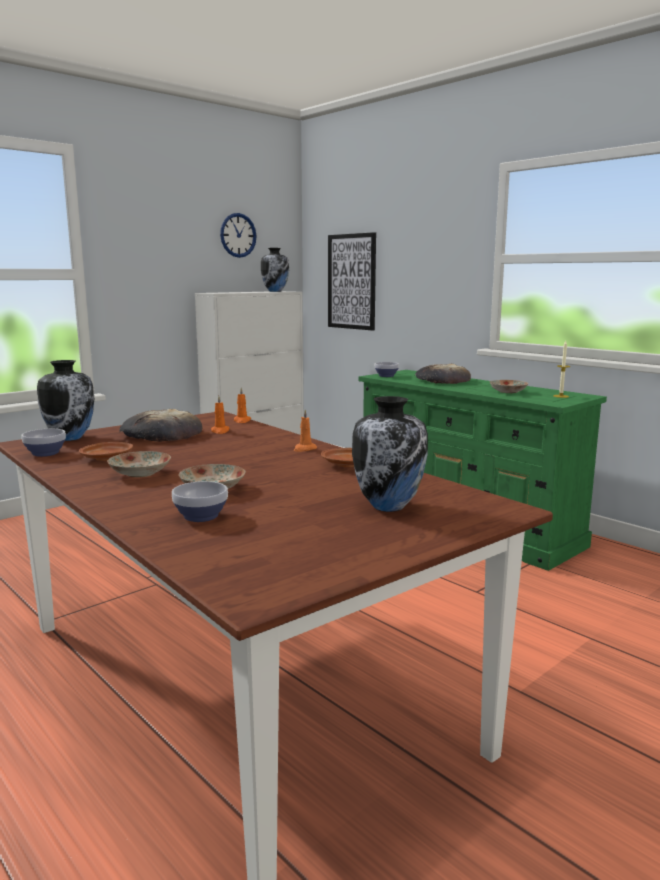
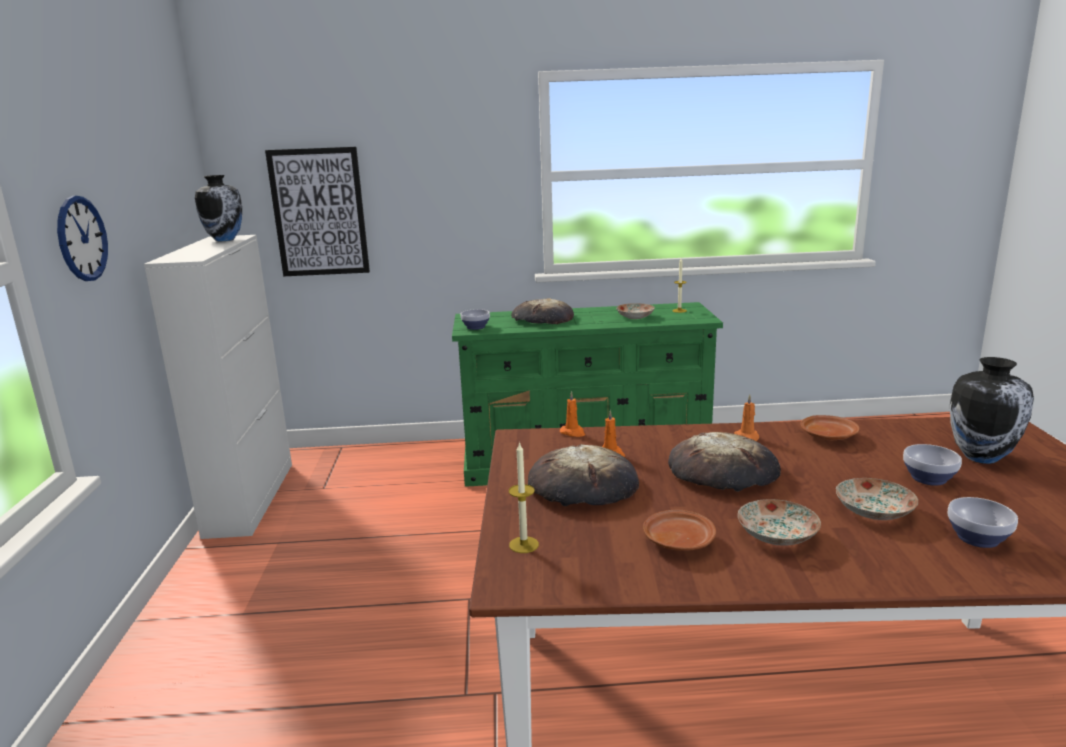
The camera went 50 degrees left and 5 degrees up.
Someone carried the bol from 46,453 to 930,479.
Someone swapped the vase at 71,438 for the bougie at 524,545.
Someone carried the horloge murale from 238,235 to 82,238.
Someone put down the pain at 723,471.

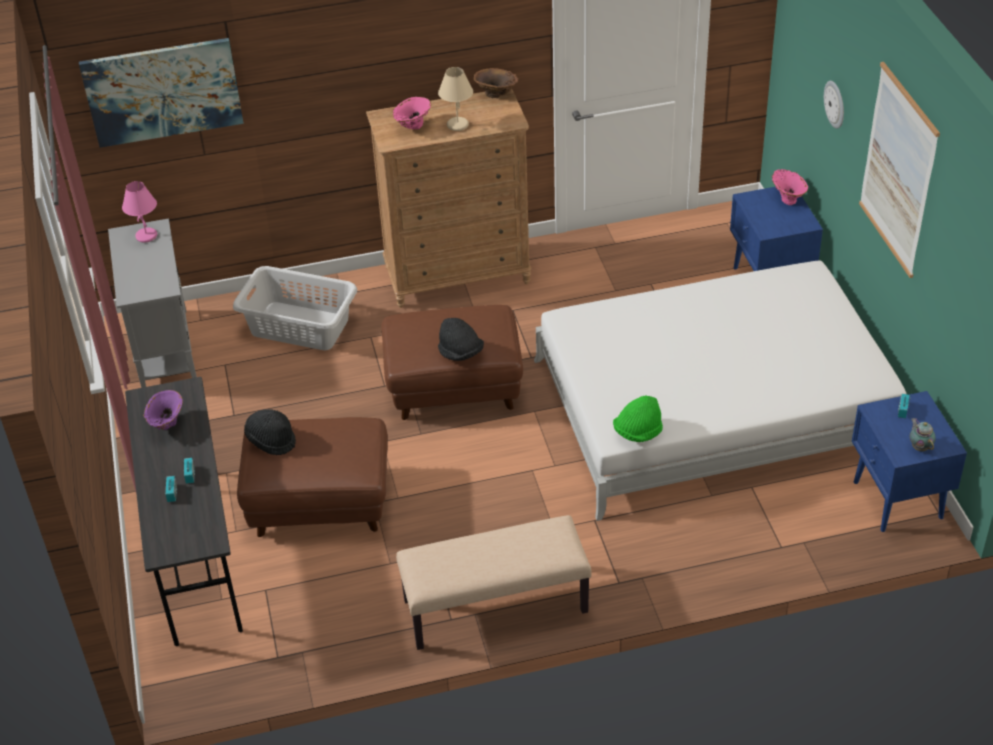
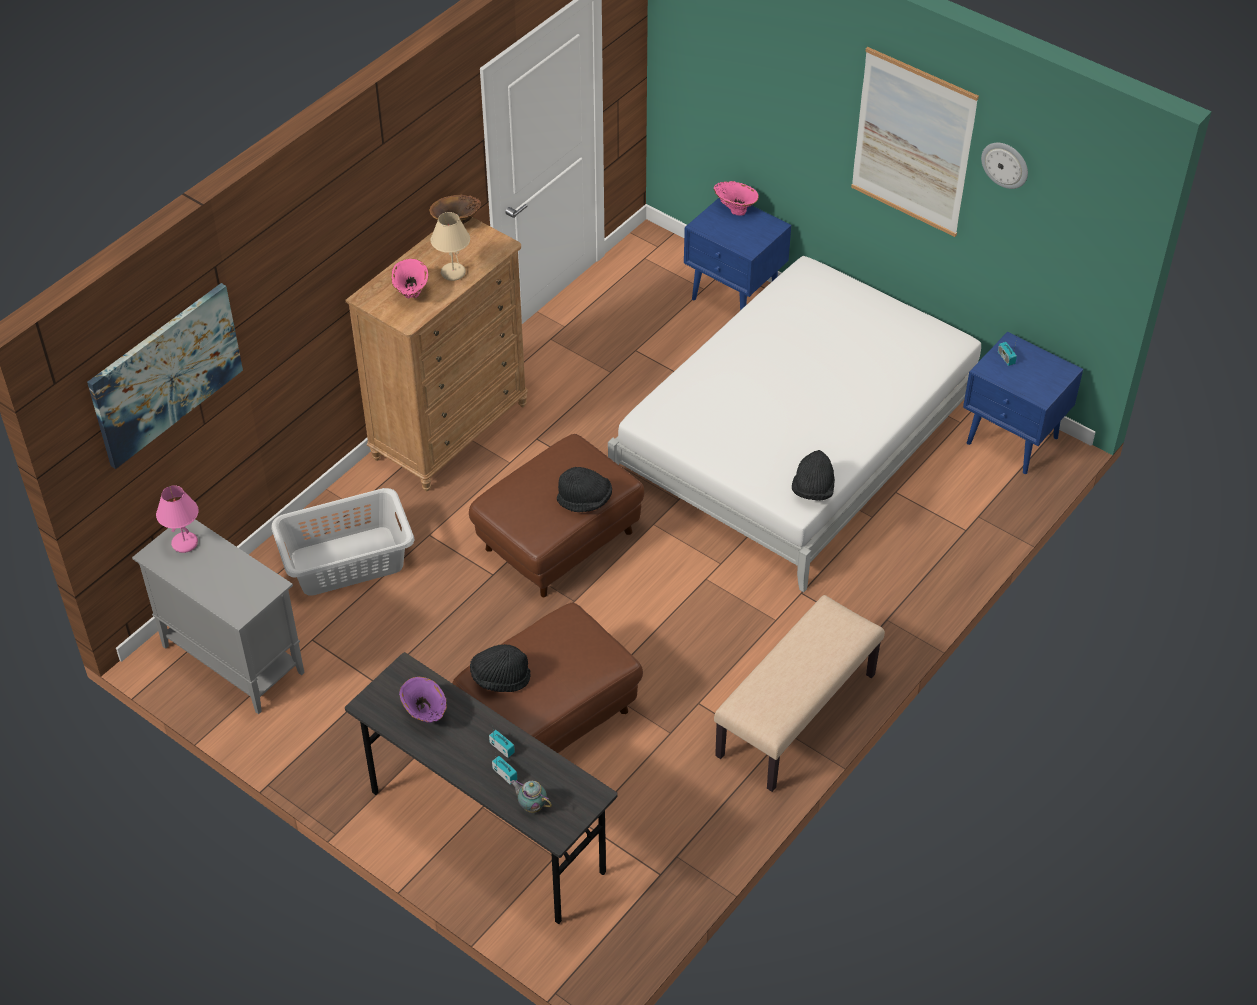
The camera went 40 degrees left and 5 degrees up.
Someone repainted the chapeau/vert at 638,432, which became the chapeau/noir at 813,490.
Someone carried the horloge murale from 835,104 to 1005,164.
Someone carried the théière from 919,446 to 531,805.

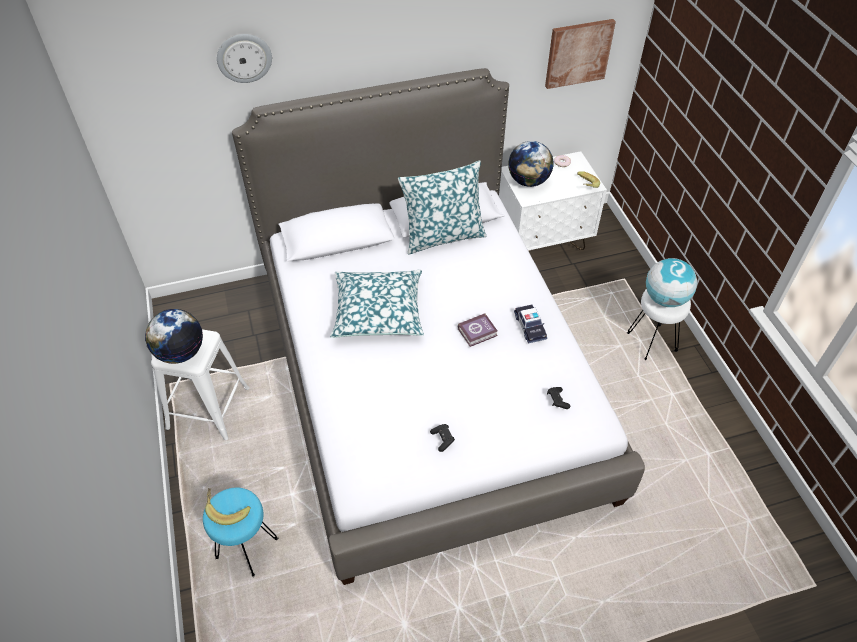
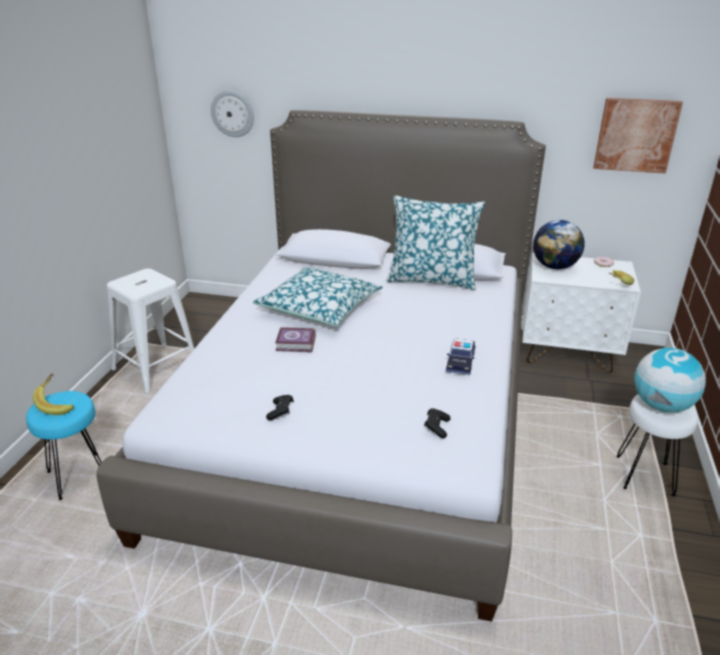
The camera went 30 degrees right and 20 degrees down.
Someone took away the globe at 180,352.
Someone carried the horloge murale from 244,57 to 233,113.
Someone carried the livre from 478,332 to 296,344.

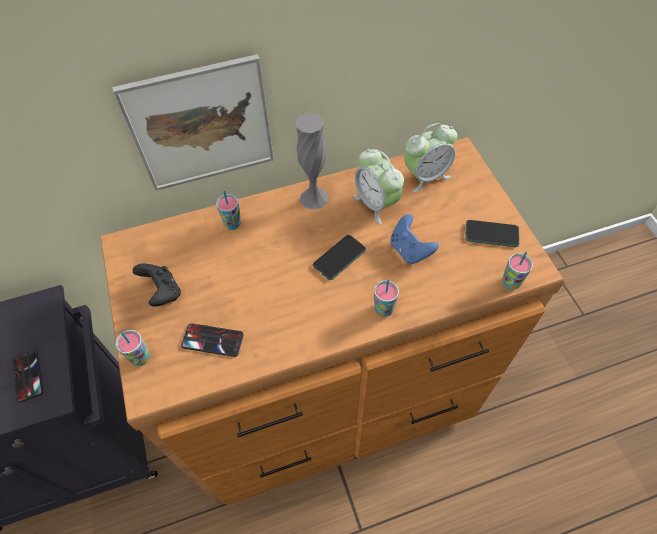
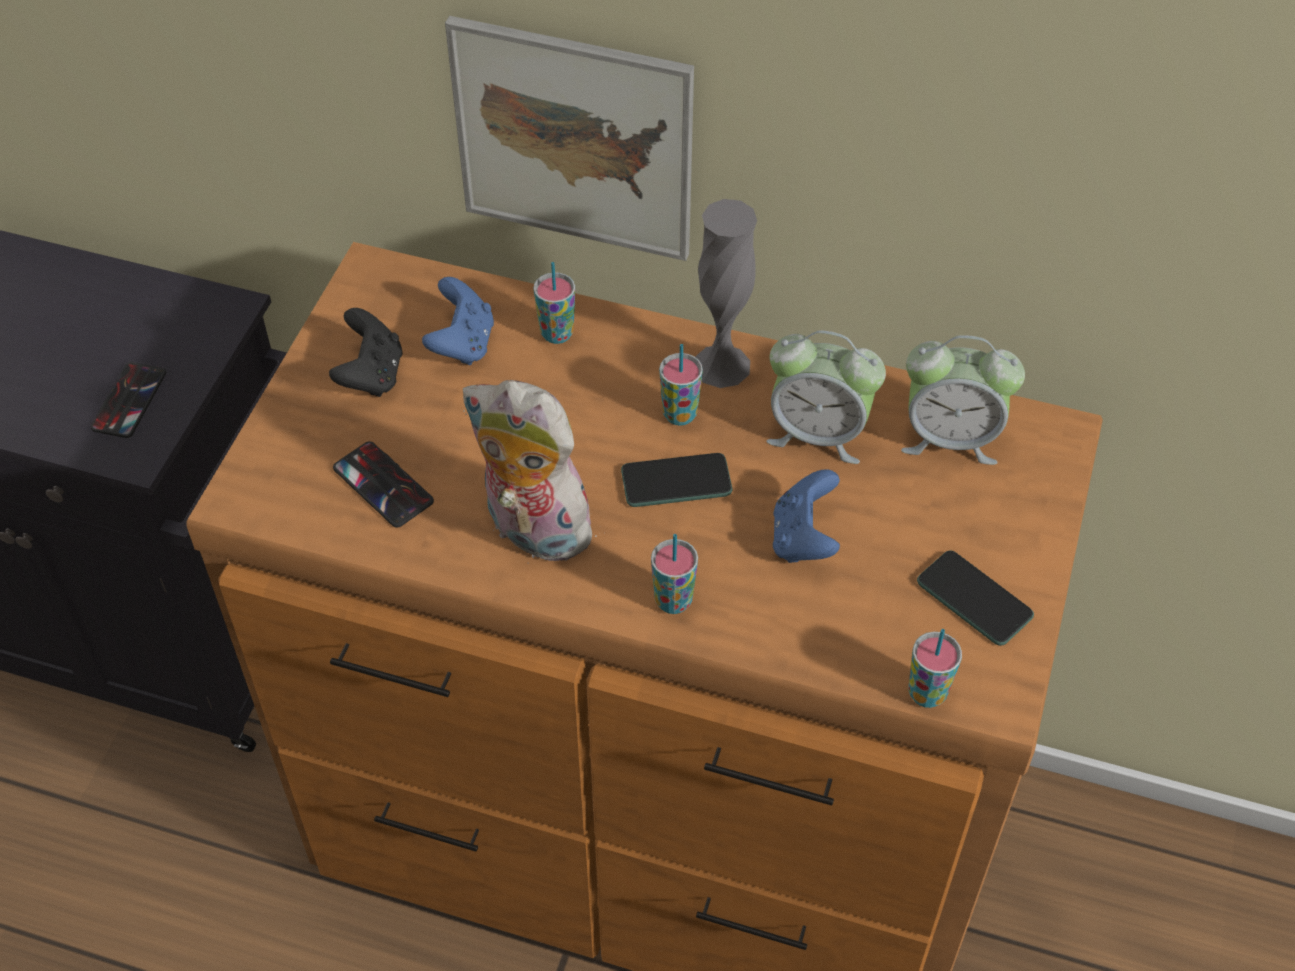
The camera went 35 degrees right and 5 degrees down.
Someone carried the tasse from 141,358 to 679,414.
Someone rotated the réveil at 376,203 by 75 degrees counterclockwise.
Someone put down the manette/bleu at 462,343.
Someone put down the peluche at 531,530.

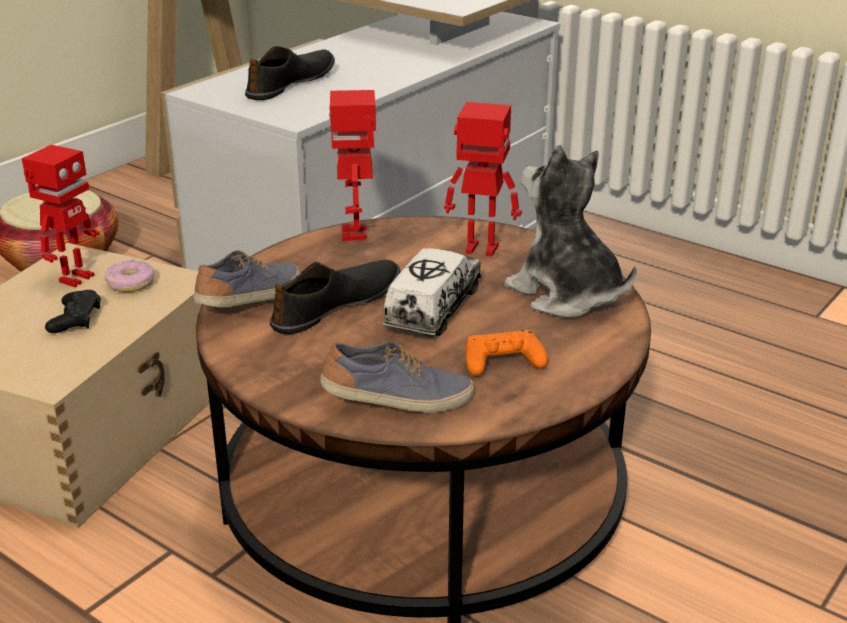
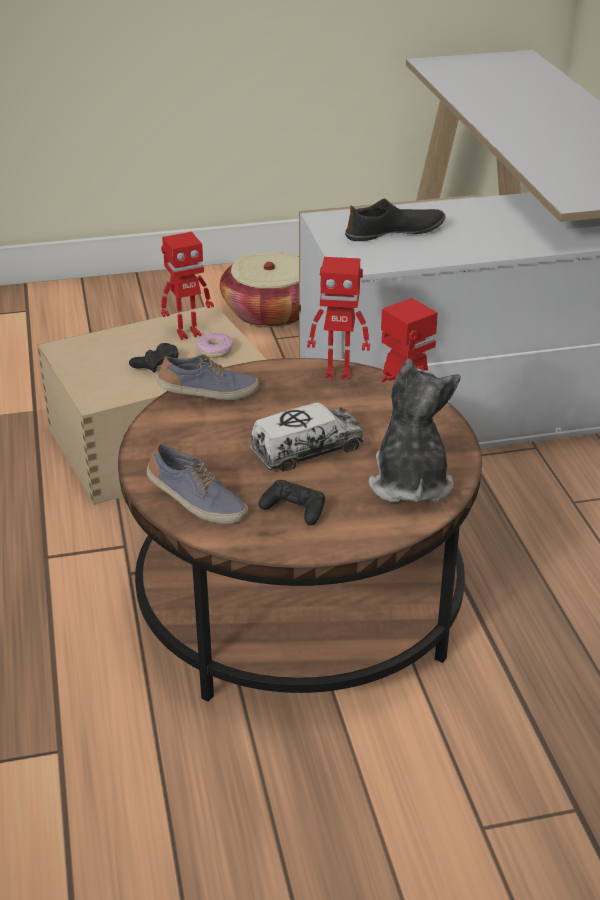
The camera went 40 degrees right and 5 degrees up.
Someone took away the chaussure/noir at 337,306.
Someone rotated the robot jouet at 356,234 by 120 degrees counterclockwise.
Someone repainted the manette/orange at 503,362, which became the manette/noir at 294,508.

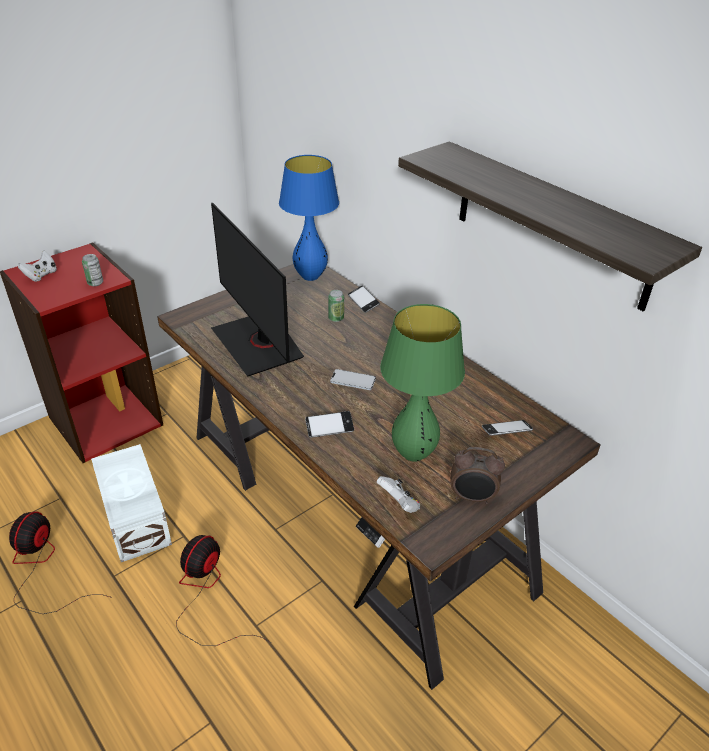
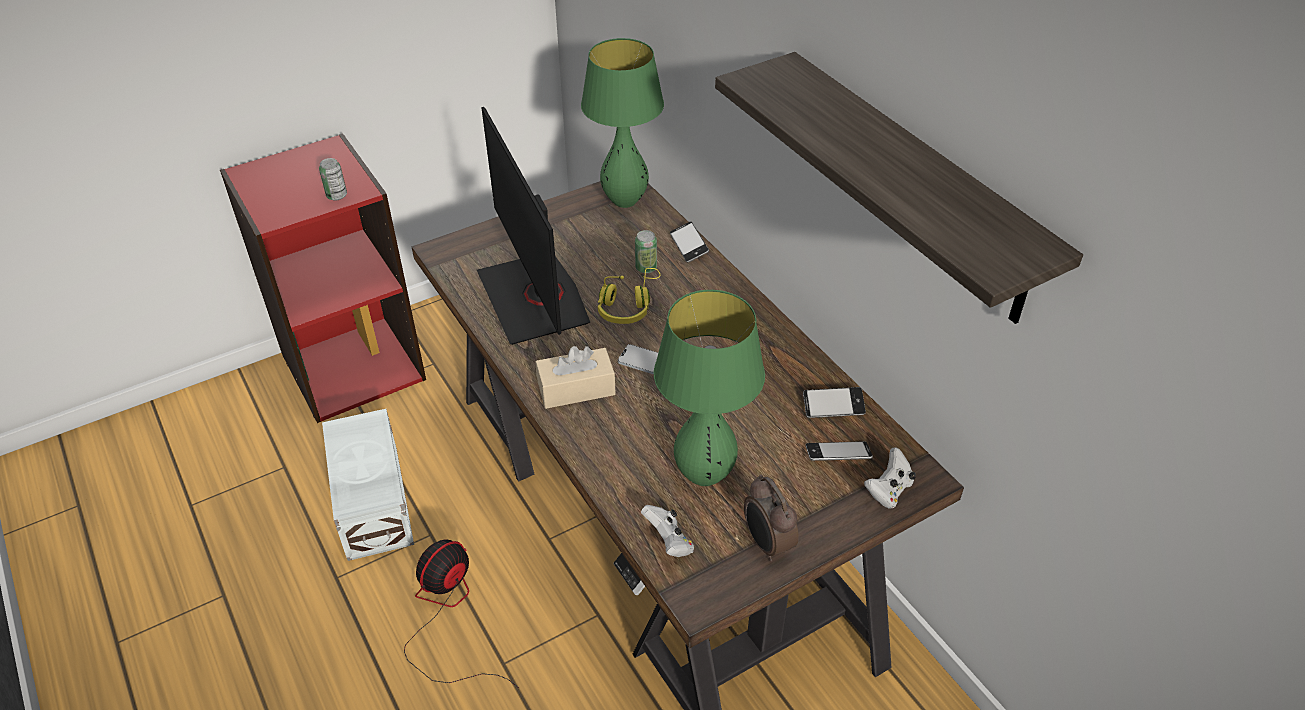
The camera went 10 degrees right and 5 degrees up.
Someone took away the ventilateur at 43,568.
Someone carried the manette/blanc from 41,275 to 888,490.
Someone repainted the lampe de table/bleu at 310,276, which became the lampe de table/vert at 625,201.
Someone carried the téléphone from 329,427 to 833,406.
Someone rotated the réveil at 472,497 by 45 degrees clockwise.
Someone put down the boîte à mouchoirs/beige at 576,389.
Someone put down the casque audio/jaune at 628,305.

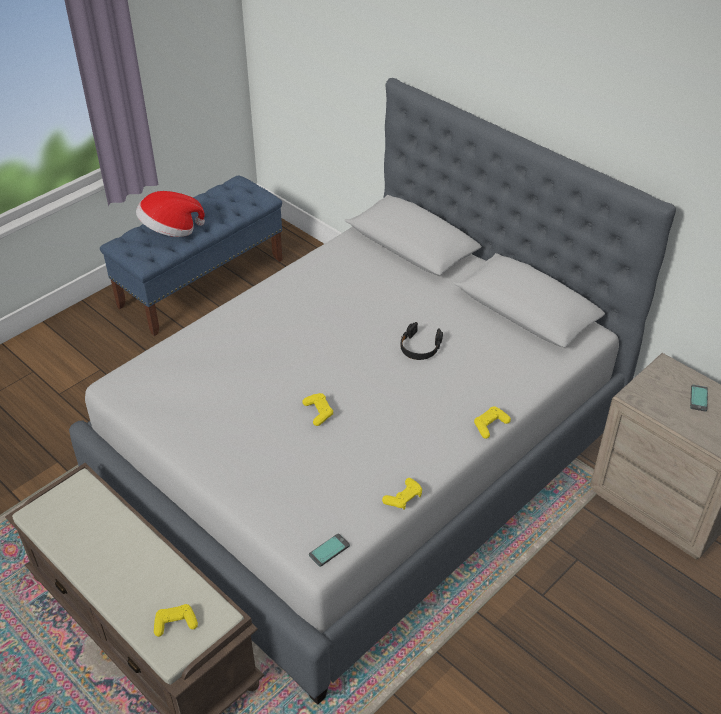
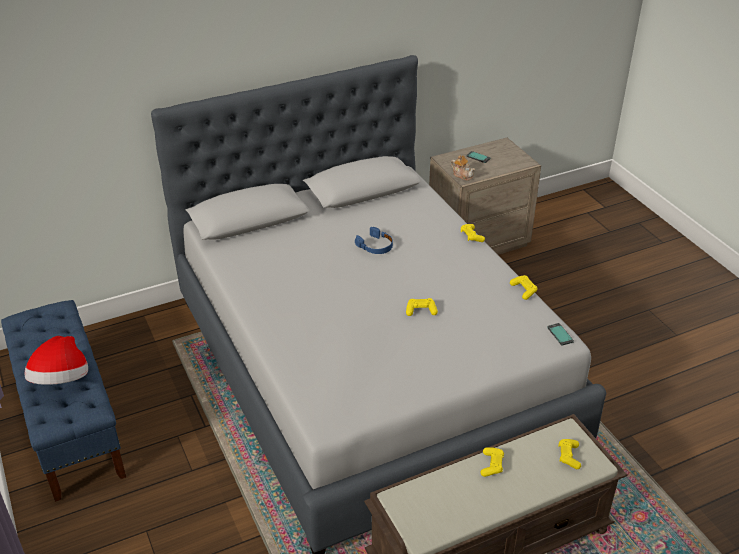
The camera went 70 degrees left and 5 degrees down.
Someone repainted the casque audio/noir at 420,347, which became the casque audio/bleu at 375,246.
Someone put down the théière at 462,175.
Someone put down the manette/jaune at 492,465.

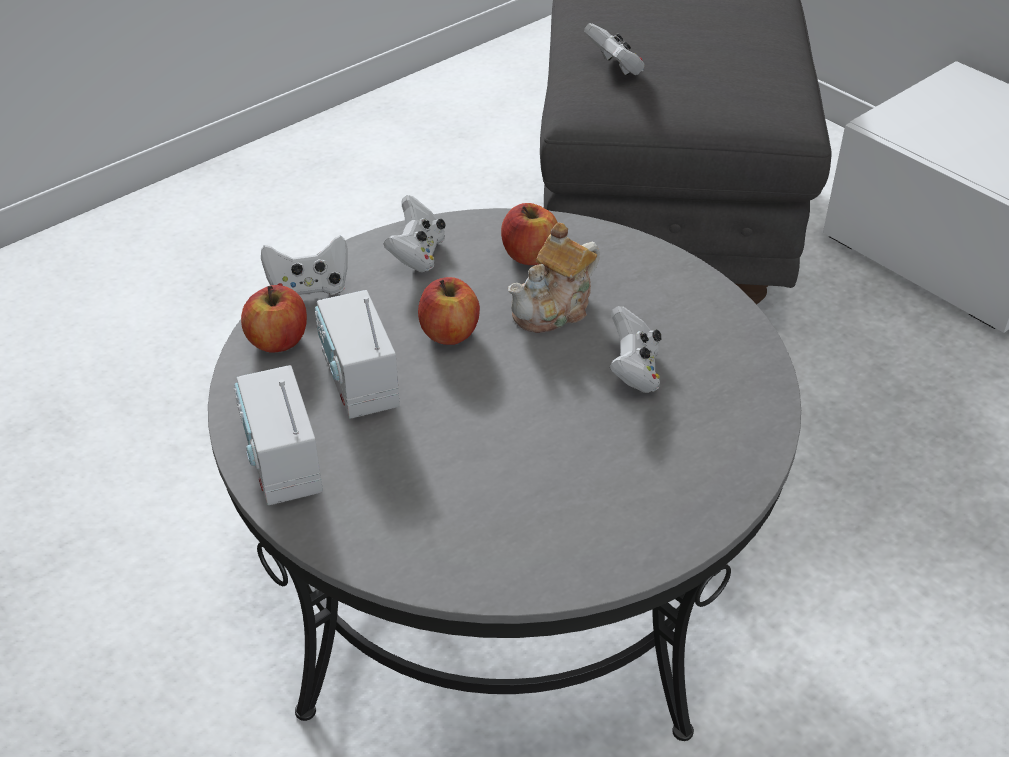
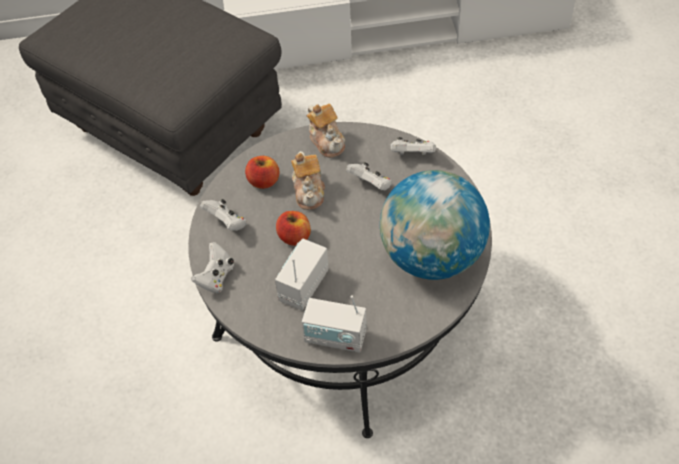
The camera went 55 degrees left and 10 degrees up.
Someone took away the pomme at 278,341.
Someone rotated the radio at 359,384 by 105 degrees clockwise.
Someone carried the manette/blanc from 615,68 to 412,155.
Someone put down the théière at 327,141.
Someone put down the globe at 431,257.

